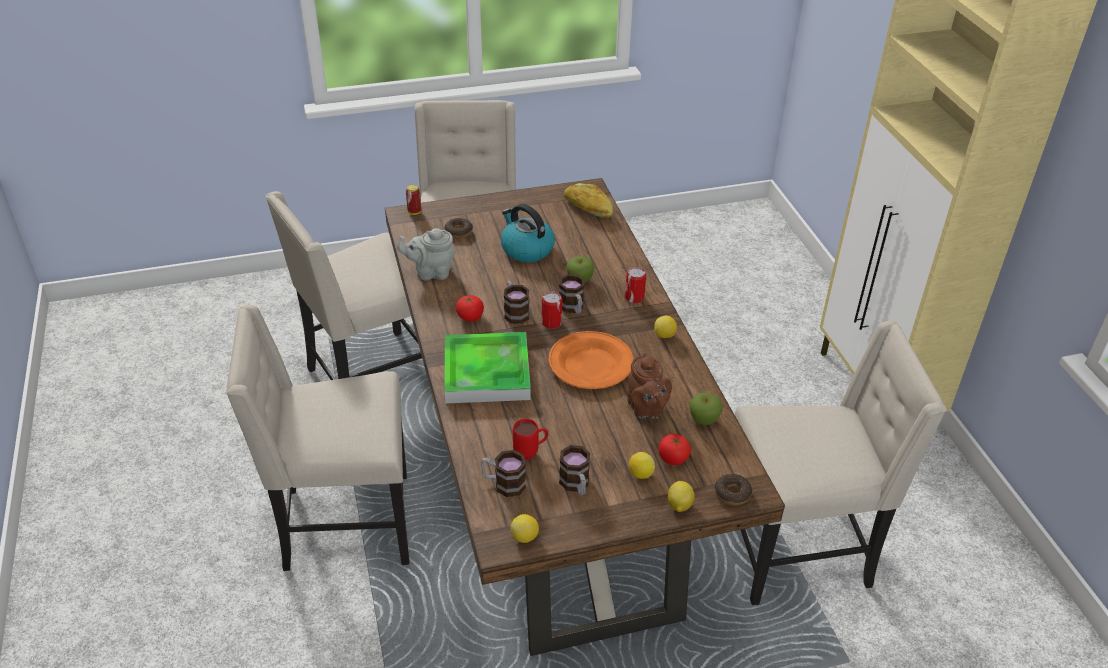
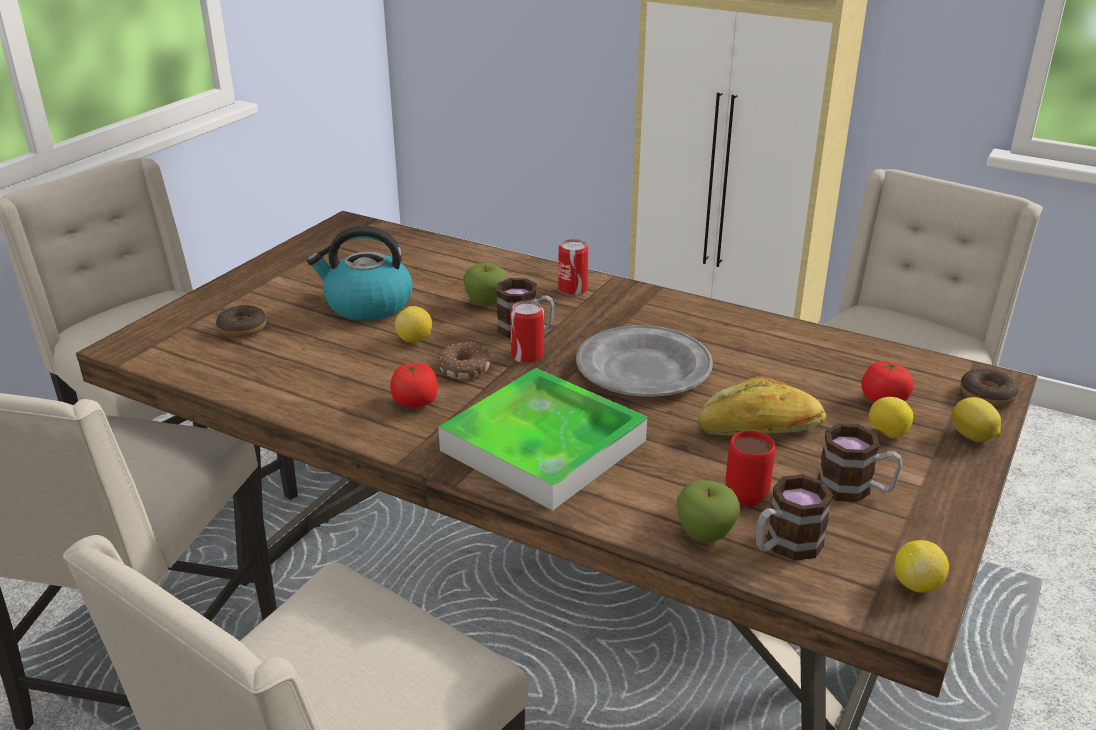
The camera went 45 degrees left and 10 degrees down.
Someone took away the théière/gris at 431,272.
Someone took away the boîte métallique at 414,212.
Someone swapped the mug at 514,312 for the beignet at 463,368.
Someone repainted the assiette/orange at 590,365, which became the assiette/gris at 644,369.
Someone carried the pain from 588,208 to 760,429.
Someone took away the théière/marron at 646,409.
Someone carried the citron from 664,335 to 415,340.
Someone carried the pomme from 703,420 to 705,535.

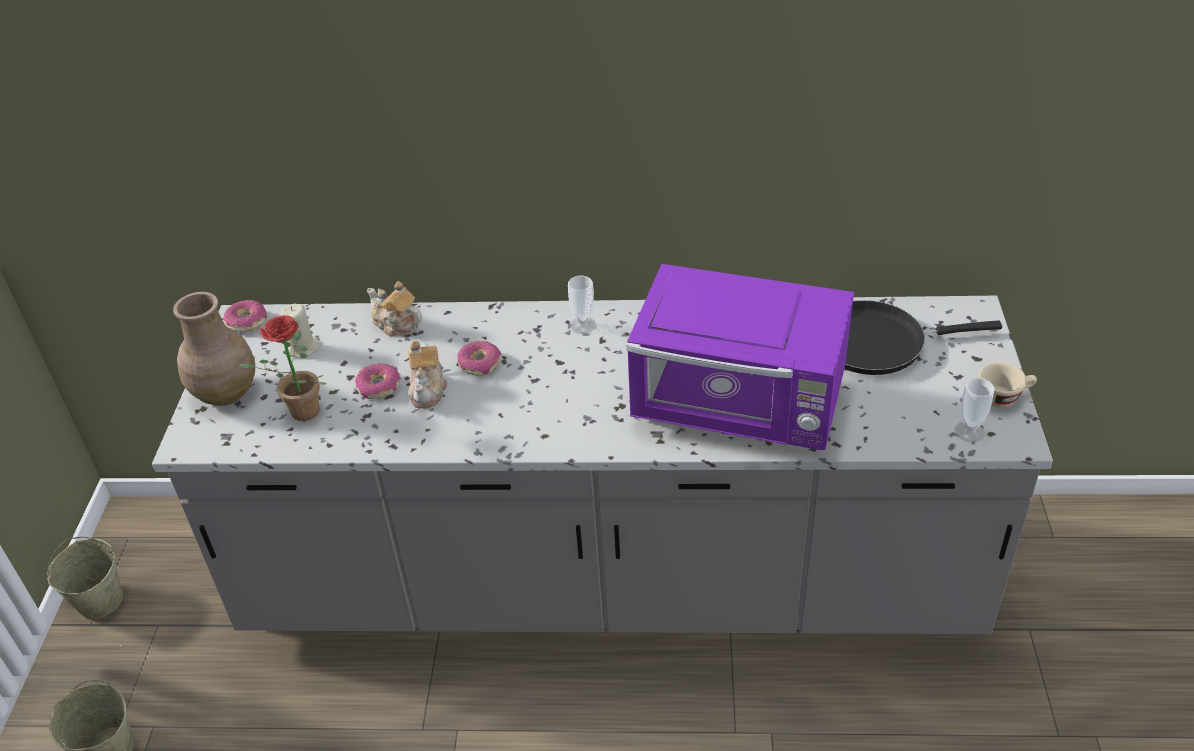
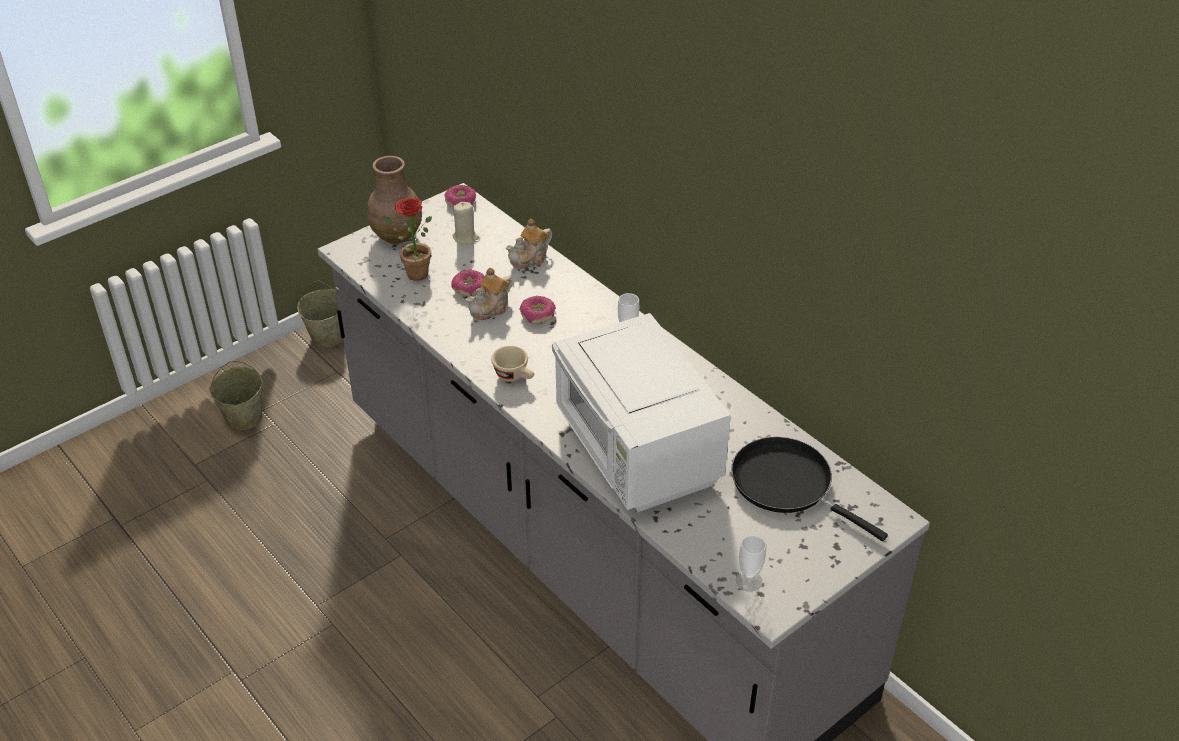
The camera went 45 degrees right and 0 degrees up.
Someone rotated the théière at 396,324 by 120 degrees counterclockwise.
Someone repainted the micro-ondes/violet at 740,407, which became the micro-ondes/blanc at 636,452.
Someone carried the tasse/beige from 1003,397 to 515,376.

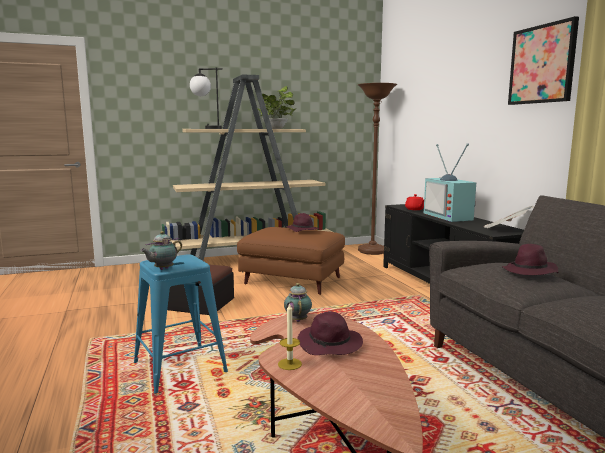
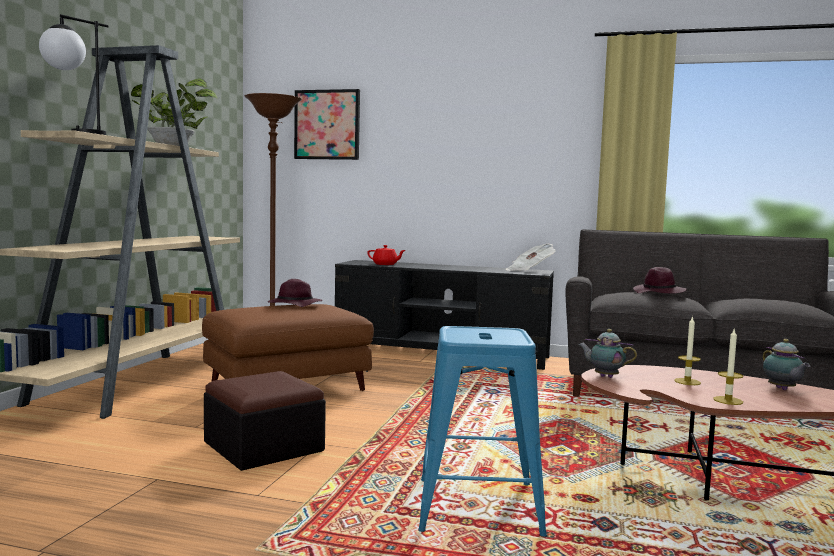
The camera went 55 degrees left and 5 degrees down.
Someone carried the théière from 162,269 to 782,389.
Someone swapped the chapeau/violet at 330,344 for the bougie at 687,381.
Someone took away the téléviseur at 450,216.
Someone carried the tableau from 542,64 to 327,125.

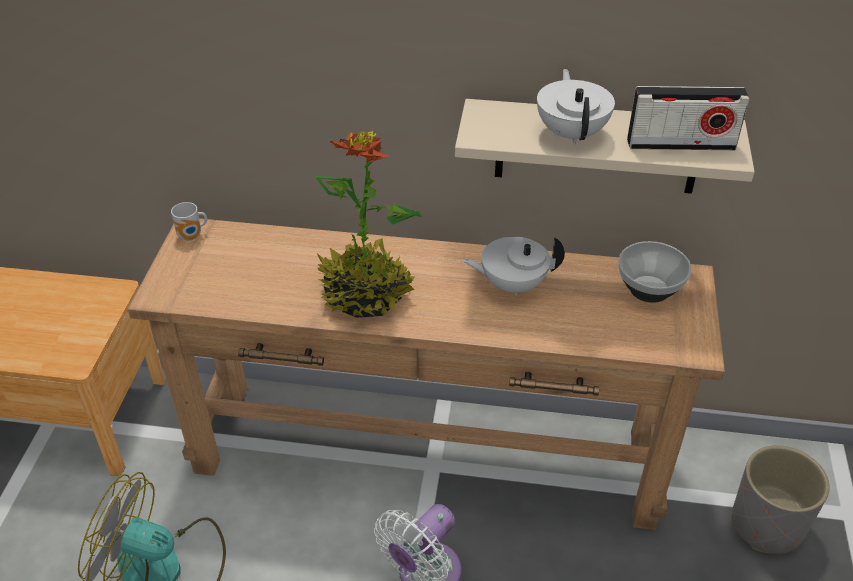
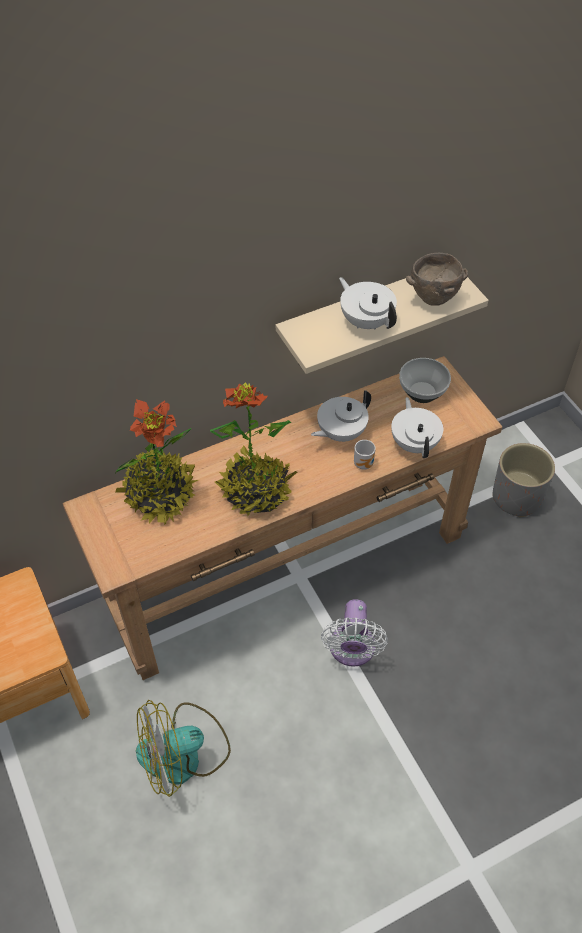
The camera went 35 degrees left and 10 degrees up.
Someone carried the mug from 192,236 to 365,464.
Someone swapped the radio at 680,144 for the bol/marron at 434,299.
Someone put down the plante en pot at 160,495.
Someone put down the théière/blanc at 414,443.

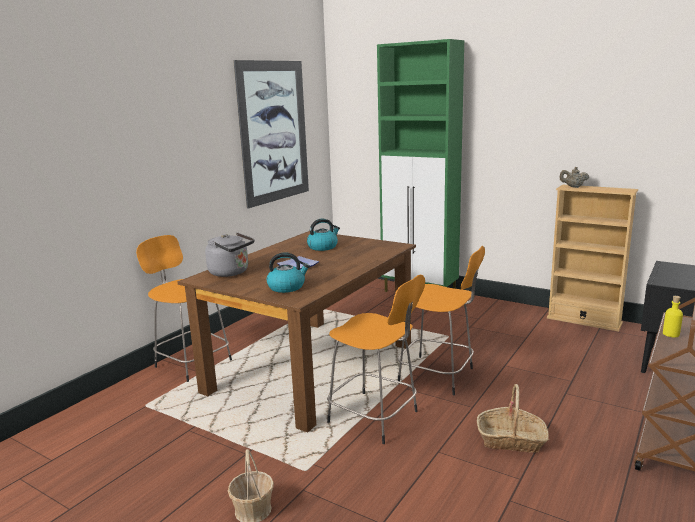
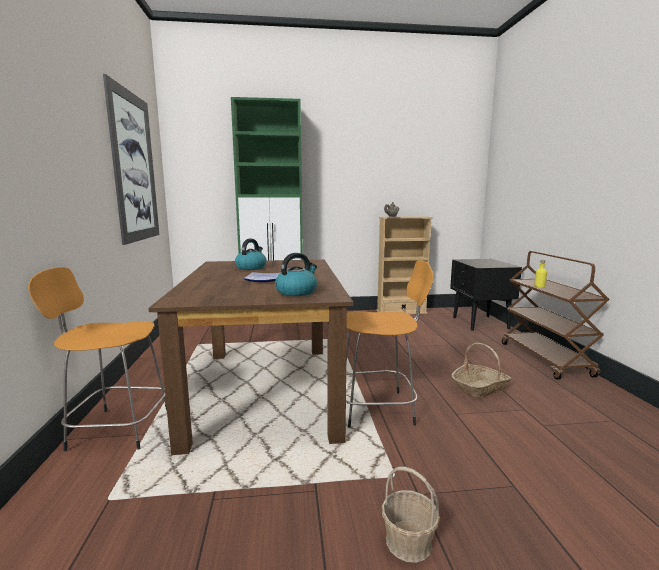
The camera went 40 degrees left and 5 degrees down.
Someone took away the bouilloire/gris at 231,272.
Someone took away the tabouret/orange at 438,376.

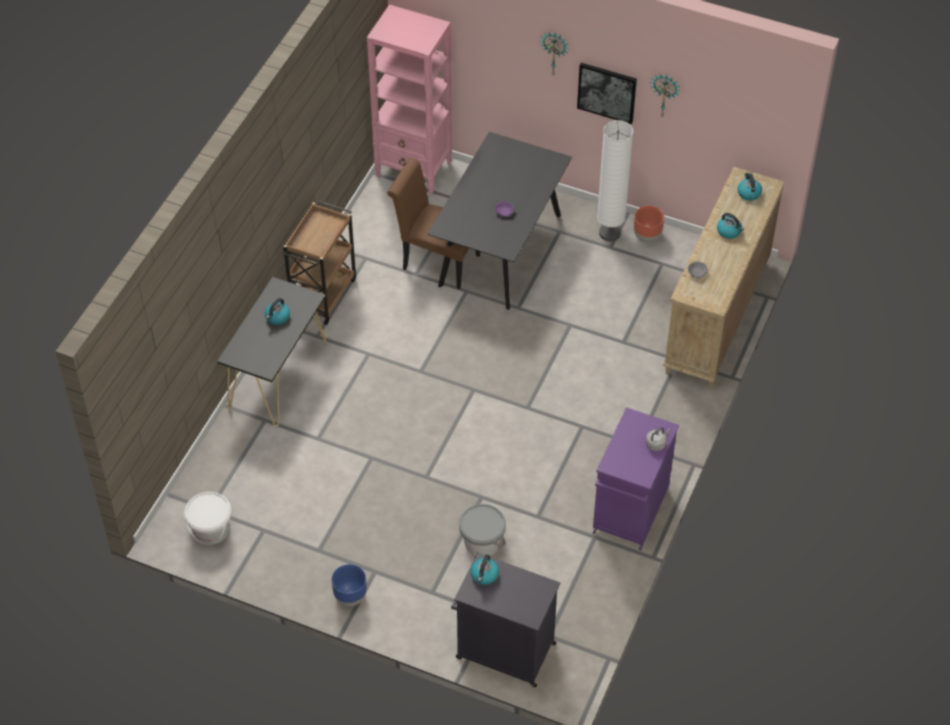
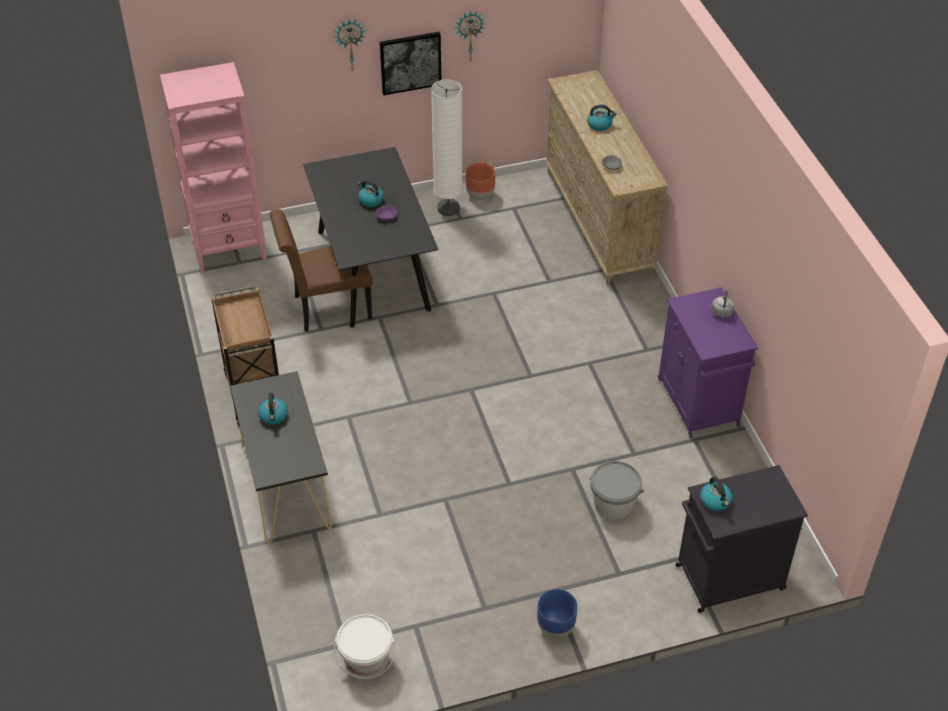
The camera went 40 degrees left and 5 degrees down.
Someone carried the bouilloire from 748,193 to 370,200.

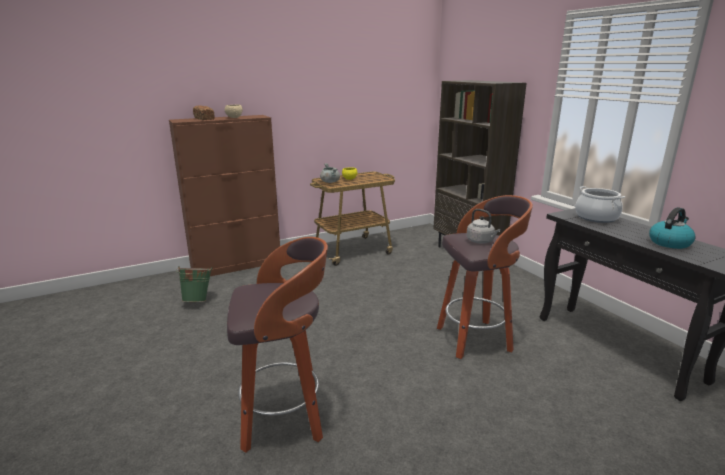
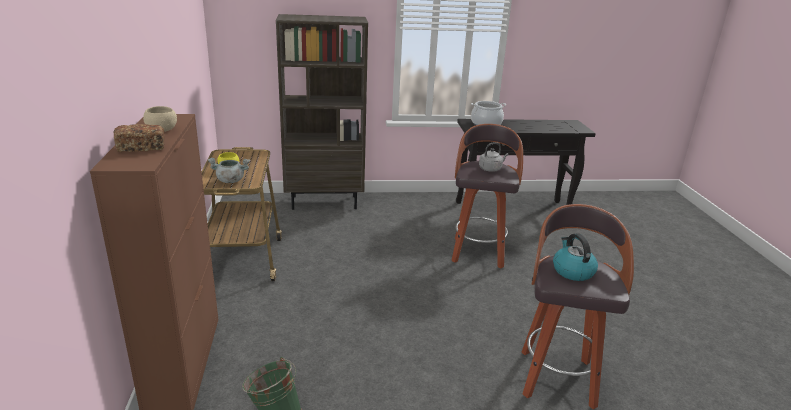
The camera went 70 degrees left and 5 degrees up.
Someone carried the bouilloire from 669,242 to 572,271.

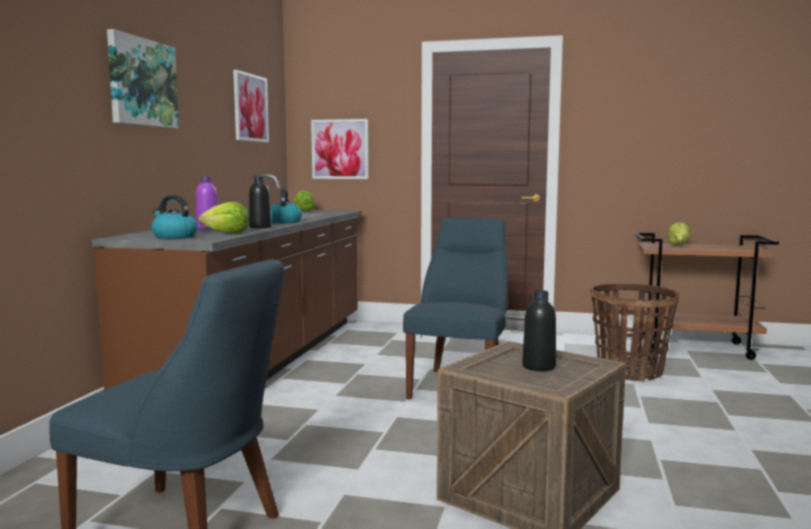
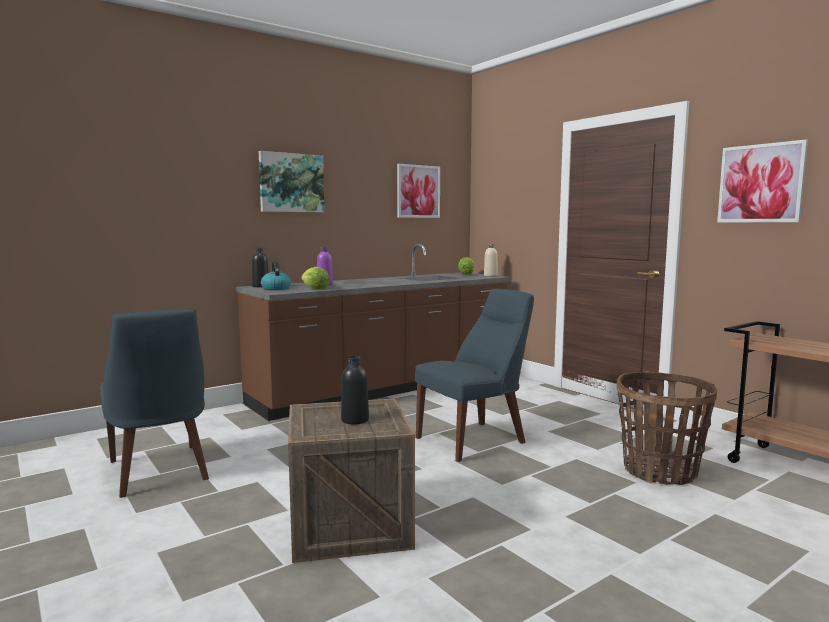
The camera went 40 degrees right and 0 degrees up.
Someone carried the bouteille/noir from 260,227 to 260,286.
Someone took away the bouilloire at 284,221.
Someone carried the tableau from 340,149 to 760,183.
Someone took away the laitue at 678,246.
Someone put down the bouteille/beige at 490,276.

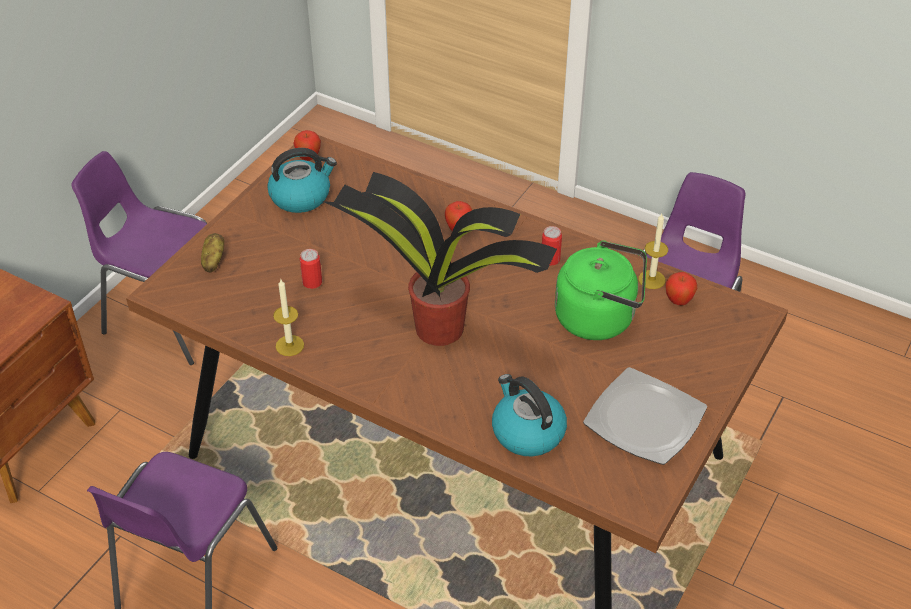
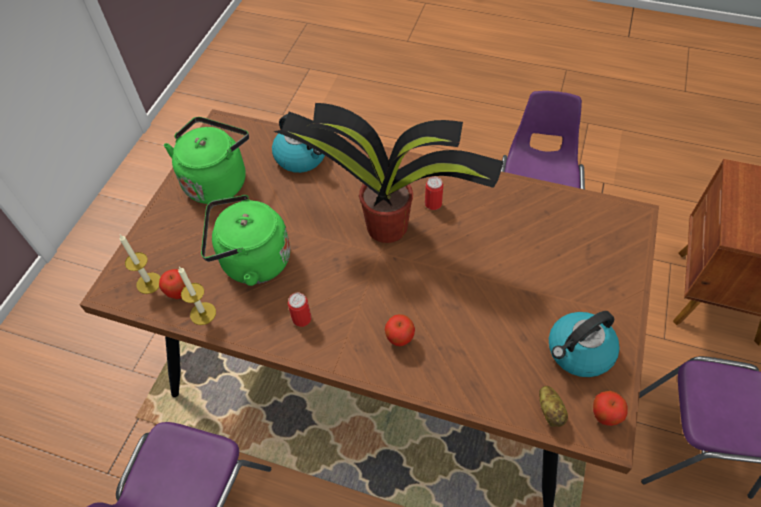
The camera went 170 degrees right and 10 degrees up.
Someone carried the pomme de terre from 213,261 to 550,411.
Someone carried the bougie from 289,345 to 149,283.
Someone carried the boîte métallique from 312,282 to 433,204.
Someone swapped the assiette at 643,420 for the bouilloire/vert at 217,181.

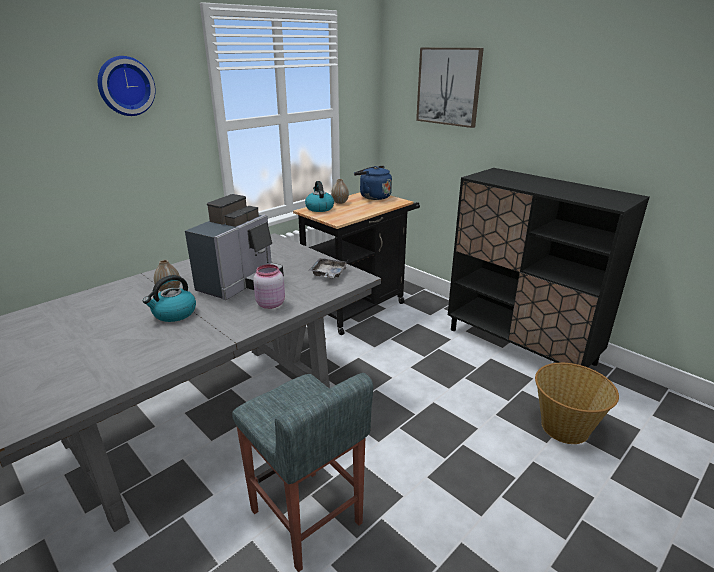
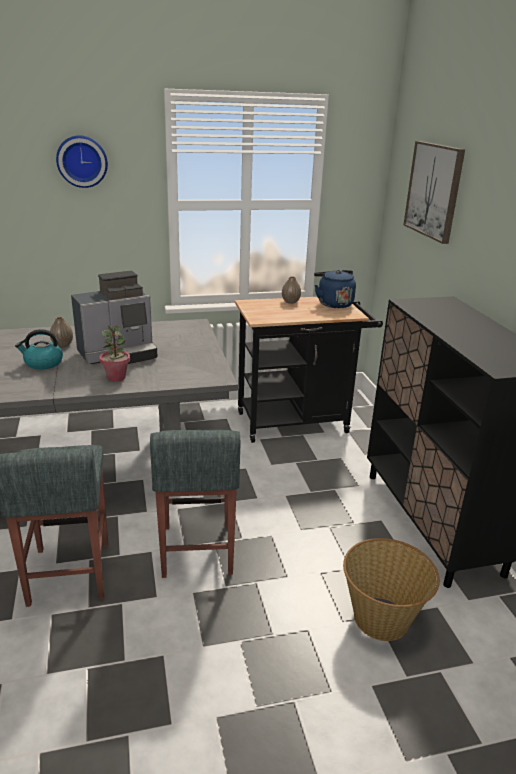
The camera went 30 degrees right and 0 degrees up.
Someone swapped the bocal/rose at 270,304 for the plante en pot at 116,377.
Someone took away the bouilloire at 319,208.
Someone took away the plateau/gris at 328,274.
Someone put down the tabouret/gris at 196,550.

